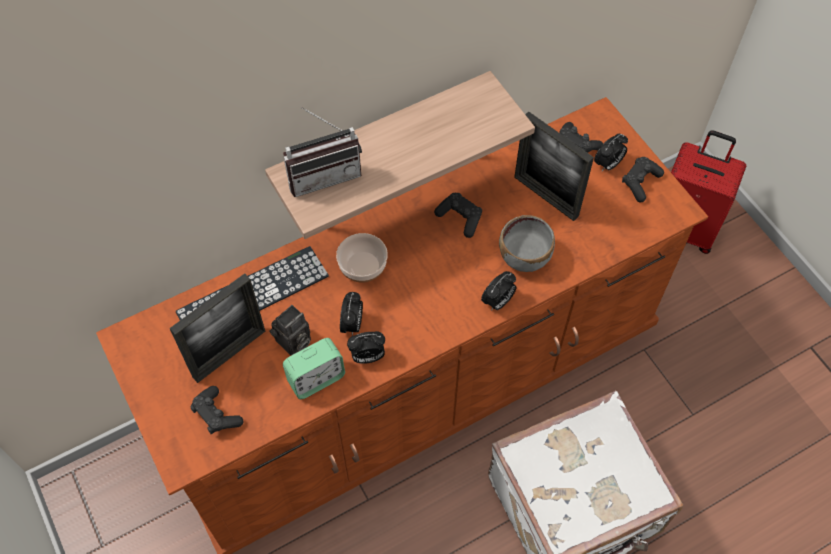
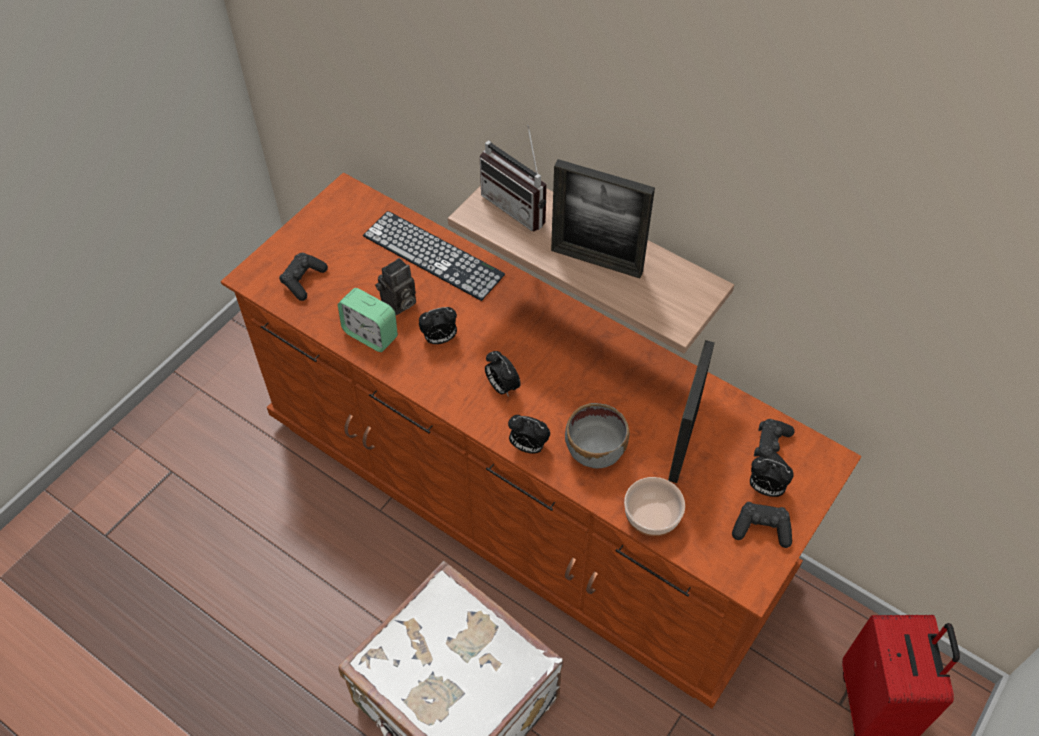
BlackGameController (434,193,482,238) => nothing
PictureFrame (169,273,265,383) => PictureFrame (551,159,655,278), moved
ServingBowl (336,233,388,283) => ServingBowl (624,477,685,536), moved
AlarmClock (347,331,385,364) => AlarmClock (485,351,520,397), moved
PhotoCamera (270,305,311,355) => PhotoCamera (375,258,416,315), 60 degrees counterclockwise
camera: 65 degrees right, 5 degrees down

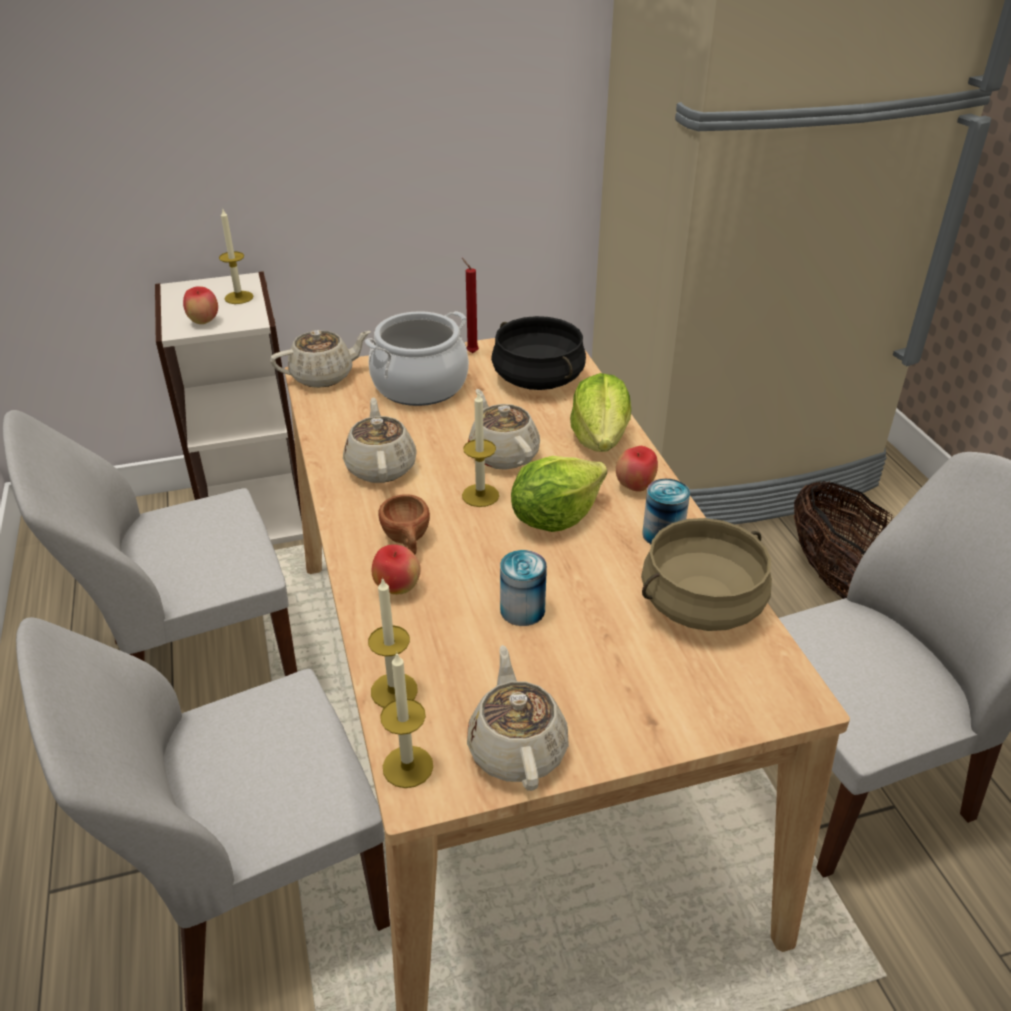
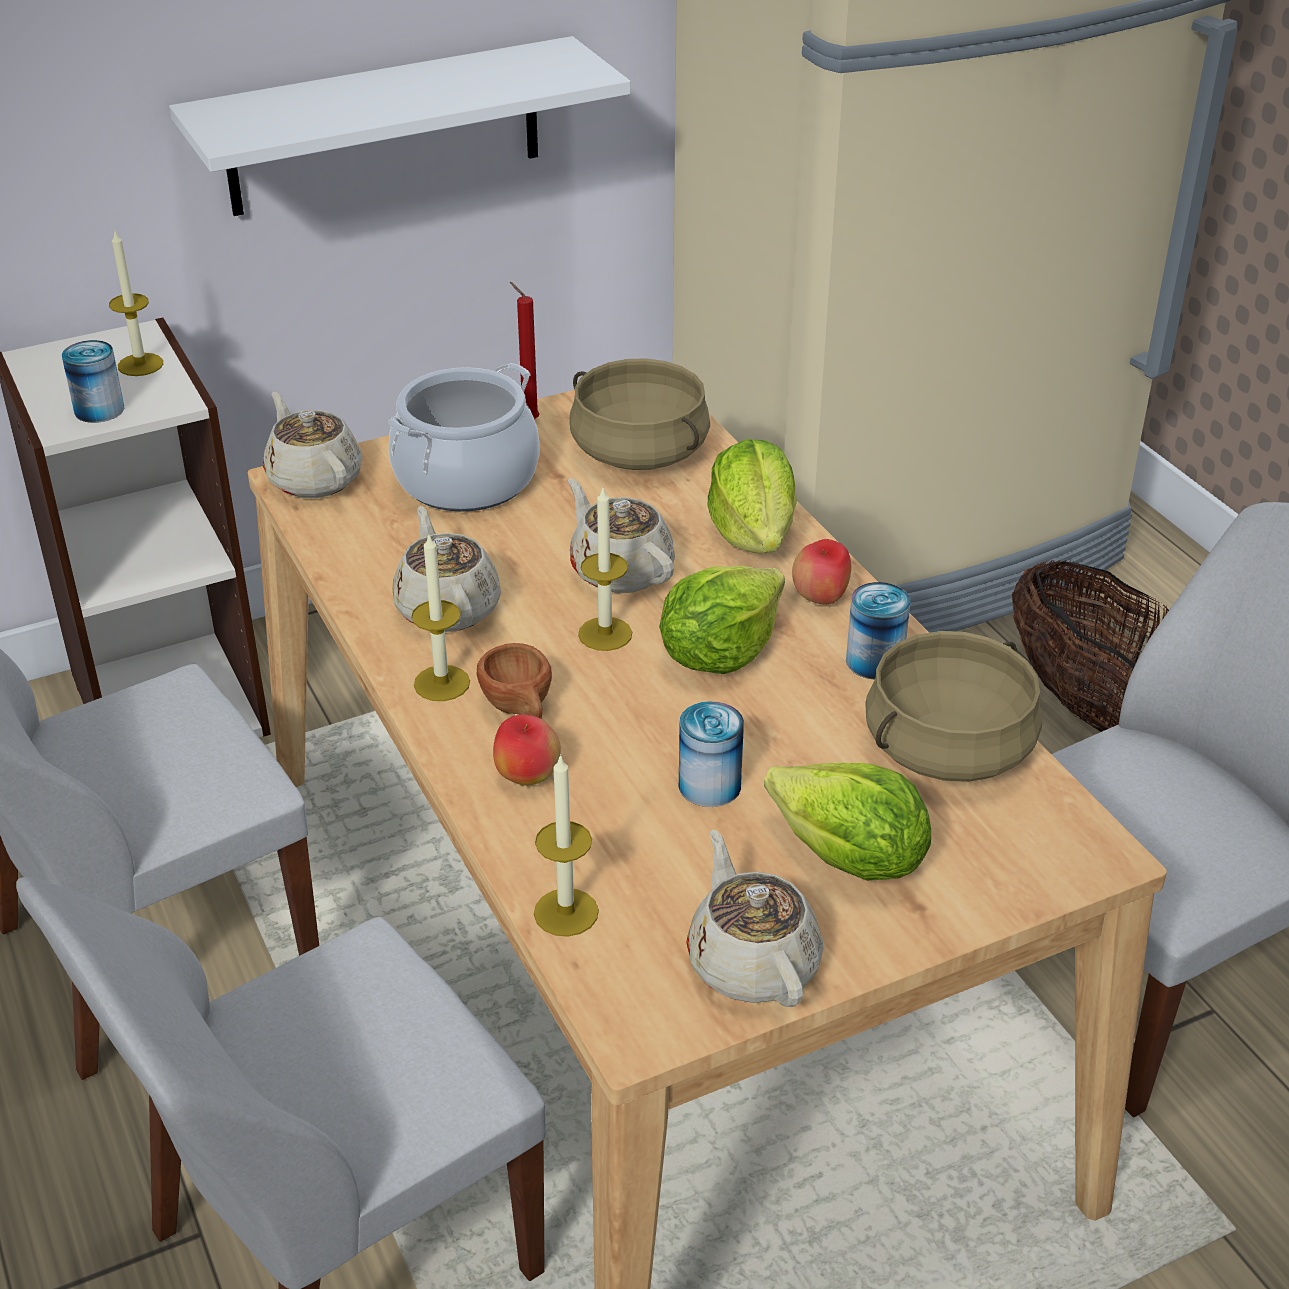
nothing => WhiteColouredBracketShelf (169,36,631,216)
nothing => HeadOfLettuce (764,763,931,881)
Candle (380,652,433,788) => Candle (411,535,470,701), moved
AppleFruit (183,286,218,324) => MetalCan (62,340,124,423)
BlackSaucepot (491,316,586,390) => BeigeColouredSaucepot (570,358,710,470)
BeigeColouredTeapot (270,330,371,388) => BeigeColouredTeapot (263,392,363,498), 90 degrees counterclockwise
camera: 10 degrees left, 0 degrees up

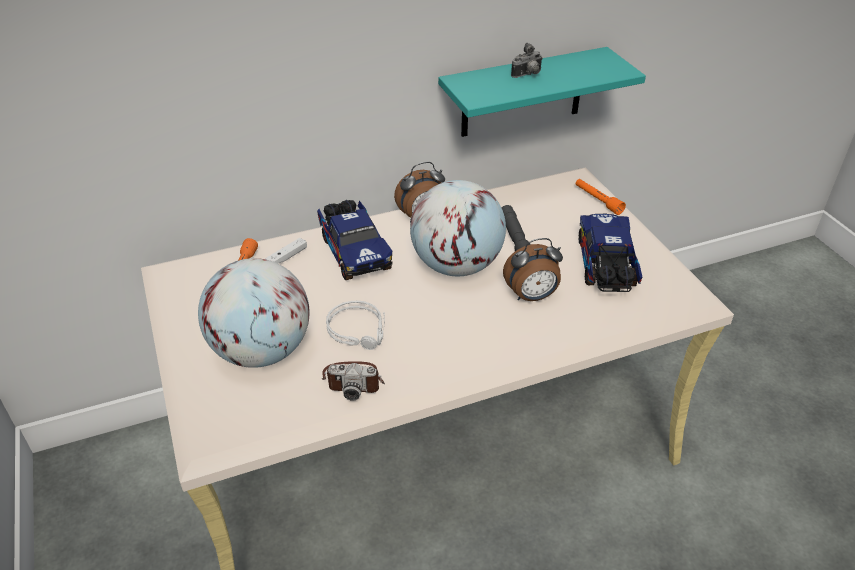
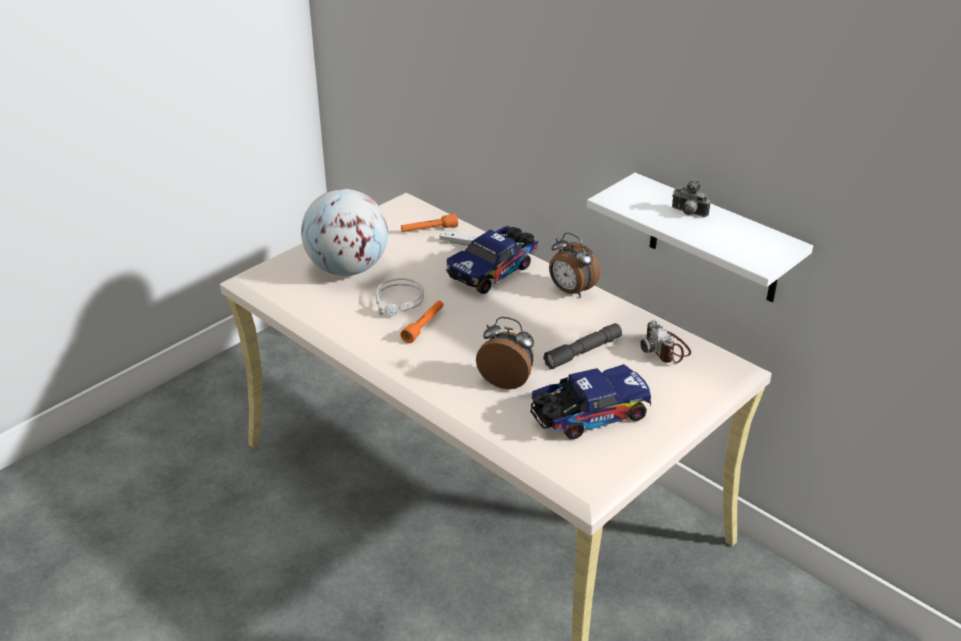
DeskGlobe (410,180,506,276) => nothing
PhotoCamera (322,361,385,401) => PhotoCamera (640,320,691,363), moved
OrangeyFlashlight (576,179,626,215) => OrangeyFlashlight (401,300,443,343), moved
TurquoiseColouredBracketShelf (438,47,646,137) => WhiteColouredBracketShelf (587,173,813,302)
AlarmClock (503,238,563,301) => AlarmClock (476,317,534,389), 150 degrees clockwise
camera: 65 degrees right, 5 degrees down

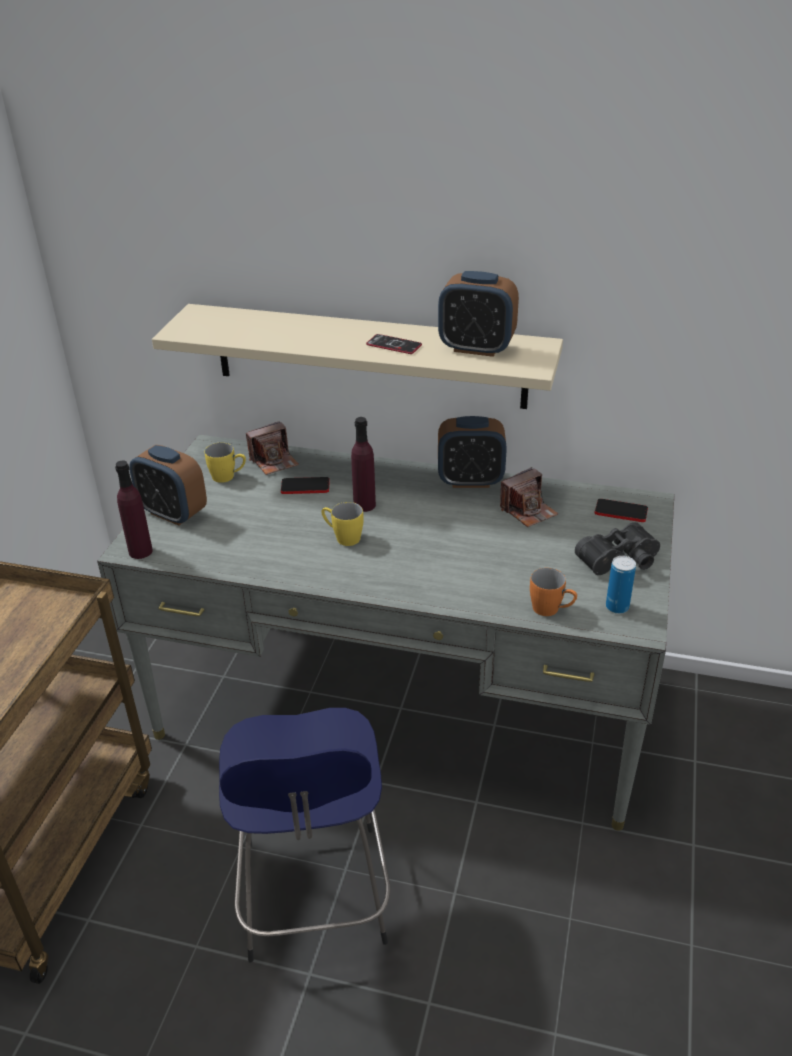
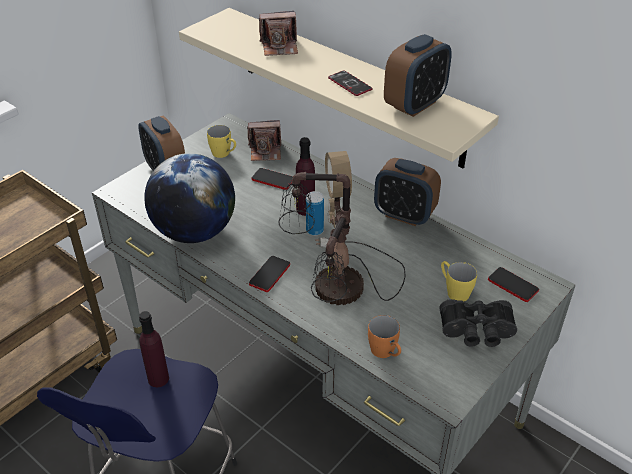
nothing => DeskGlobe (144,153,235,243)
nothing => Telephone (249,256,290,292)
nothing => TabletopLamp (278,151,406,305)
PurplishBottle (115,461,153,559) => PurplishBottle (139,311,169,387), moved
YellowTeaMug (321,502,363,546) => YellowTeaMug (441,261,477,301), moved
PhotoCamera (500,467,558,527) => PhotoCamera (259,11,298,56), moved
MetalCan (606,556,636,614) => MetalCan (306,191,324,235), moved
AlarmClock (438,271,519,357) => AlarmClock (384,34,452,117), 90 degrees counterclockwise
camera: 25 degrees right, 5 degrees up

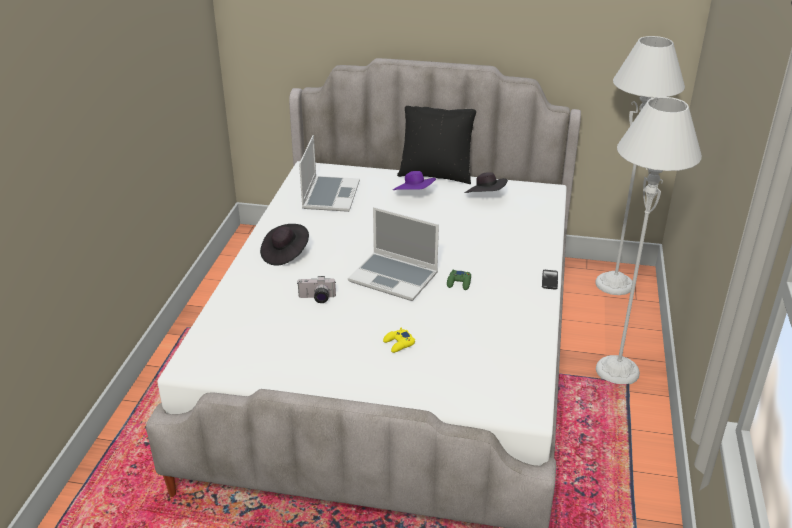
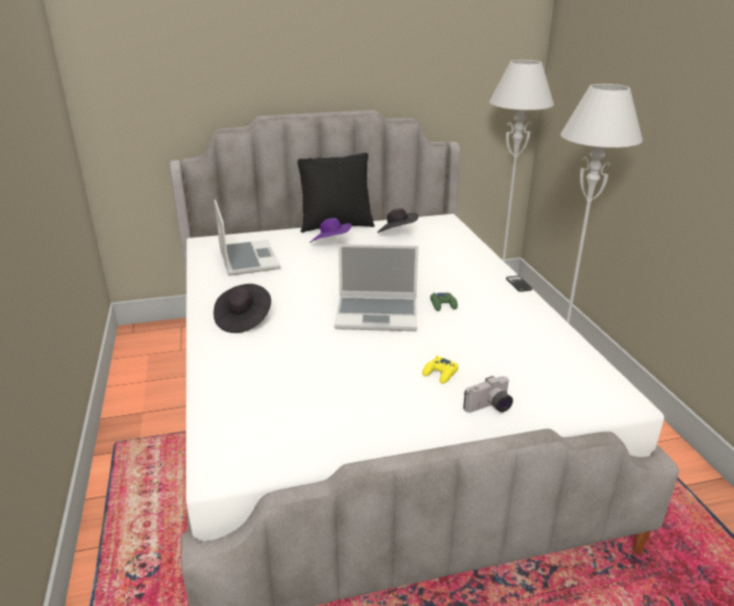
PhotoCamera (297,276,336,303) => PhotoCamera (463,376,513,413), moved
camera: 25 degrees left, 5 degrees down

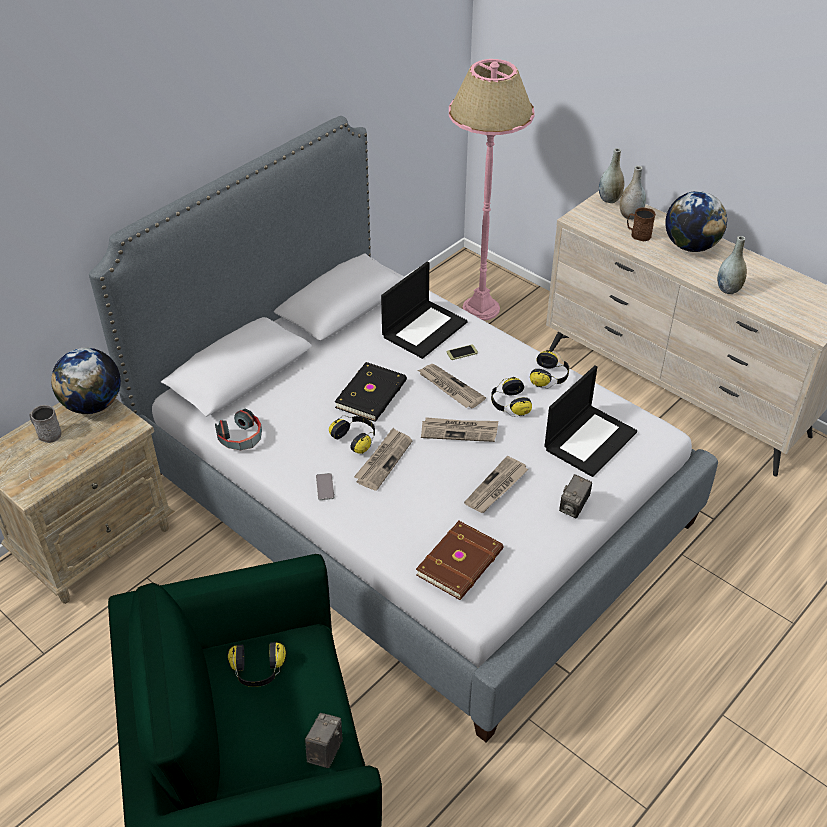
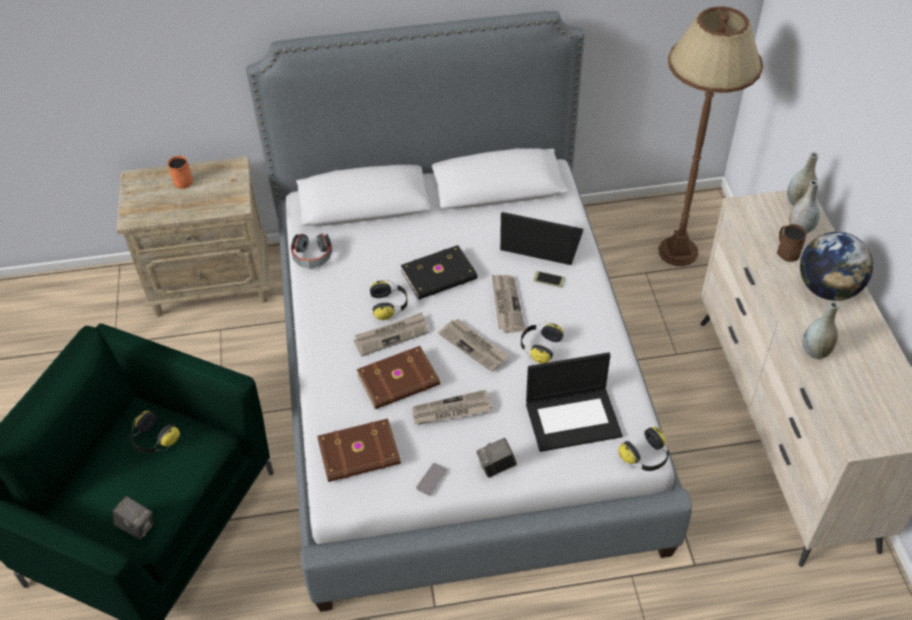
DeskGlobe (51,348,121,414) => nothing
nothing => BrownBook (357,346,440,409)
Telephone (316,473,335,500) => Telephone (416,463,447,496), moved
Headset (530,350,569,389) => Headset (618,427,669,471), moved
GreyTeaMug (29,405,62,443) => OrangeyTeaMug (167,156,193,189)
PinkColouredStandingLamp (449,59,535,321) => BrownStandingLamp (659,6,763,266)
PhotoCamera (305,713,343,768) => PhotoCamera (113,496,153,540), 60 degrees clockwise
PortableComputer (381,261,468,359) => PortableComputer (500,212,583,265), 150 degrees counterclockwise
camera: 40 degrees right, 5 degrees up

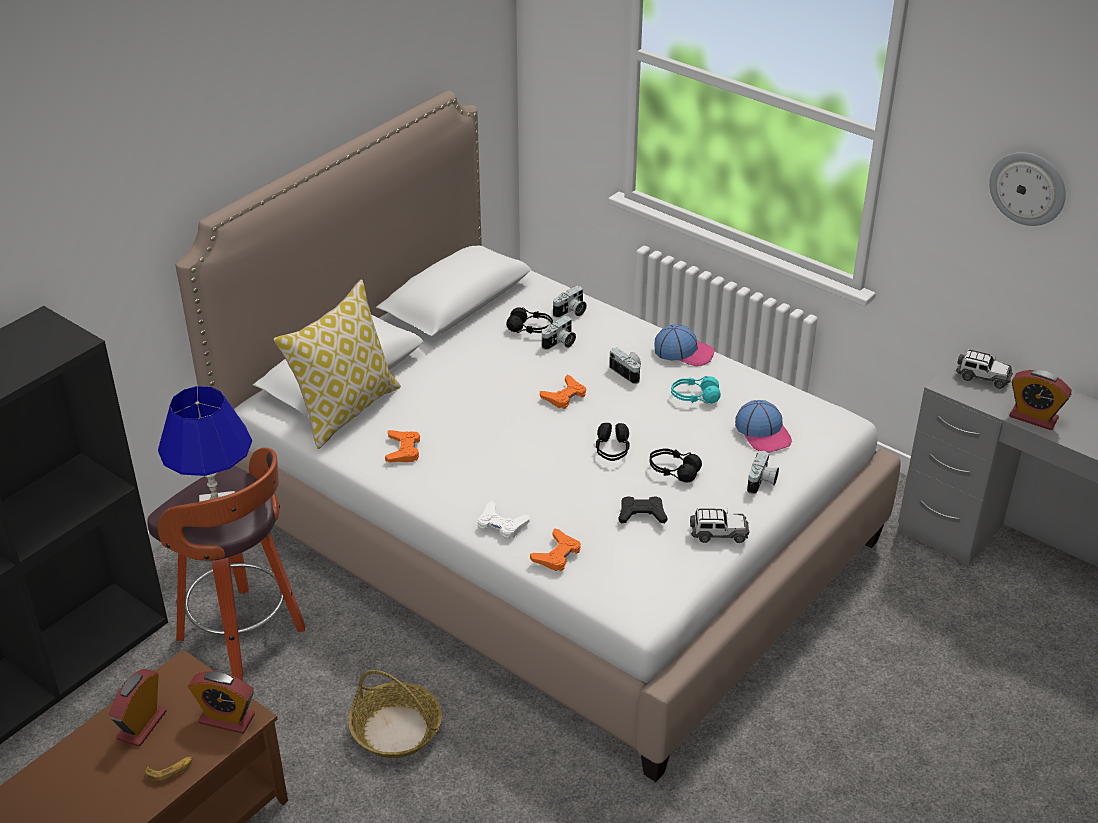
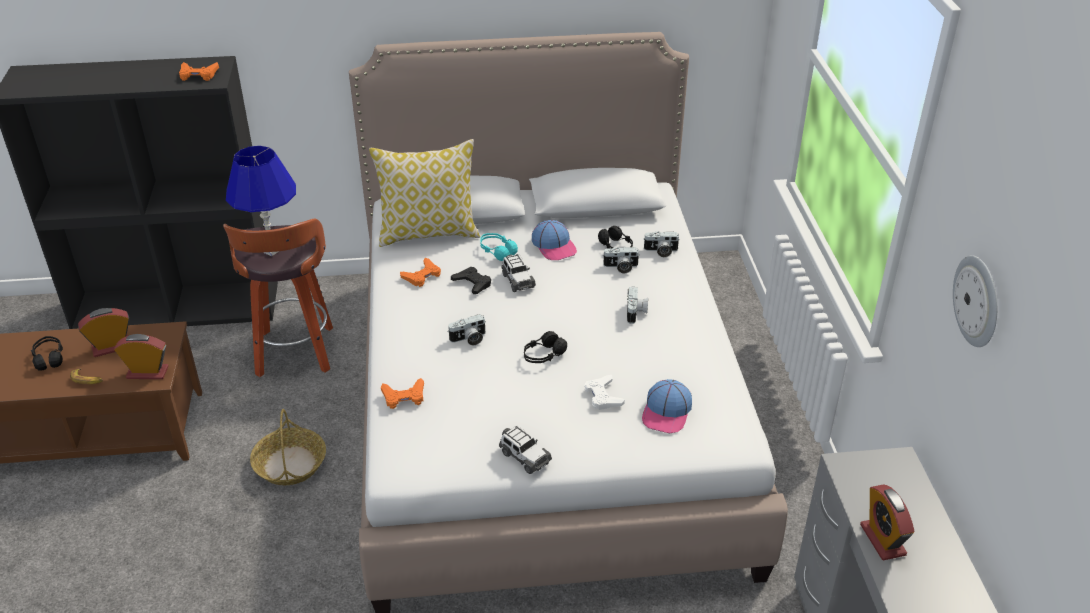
WhiteColouredGameController (478,501,530,540) => WhiteColouredGameController (585,375,625,410), moved
OrangeyGameController (540,375,586,409) => OrangeyGameController (179,62,219,81), moved
BlackGameController (618,496,667,524) => BlackGameController (451,267,491,294), moved
BlackHeadset (649,448,702,483) => BlackHeadset (31,336,63,371), moved
Cap (654,324,715,366) => Cap (532,220,577,260), moved
TurquoiseColouredHeadset (671,376,721,404) => TurquoiseColouredHeadset (480,233,518,261), moved
PhotoCamera (747,450,779,494) => PhotoCamera (447,314,486,346), moved
MiniatureCar (956,349,1013,389) => MiniatureCar (501,254,536,292), moved
AlarmClock (188,671,255,734) => AlarmClock (114,334,169,379), 120 degrees clockwise
camera: 45 degrees right, 0 degrees up

